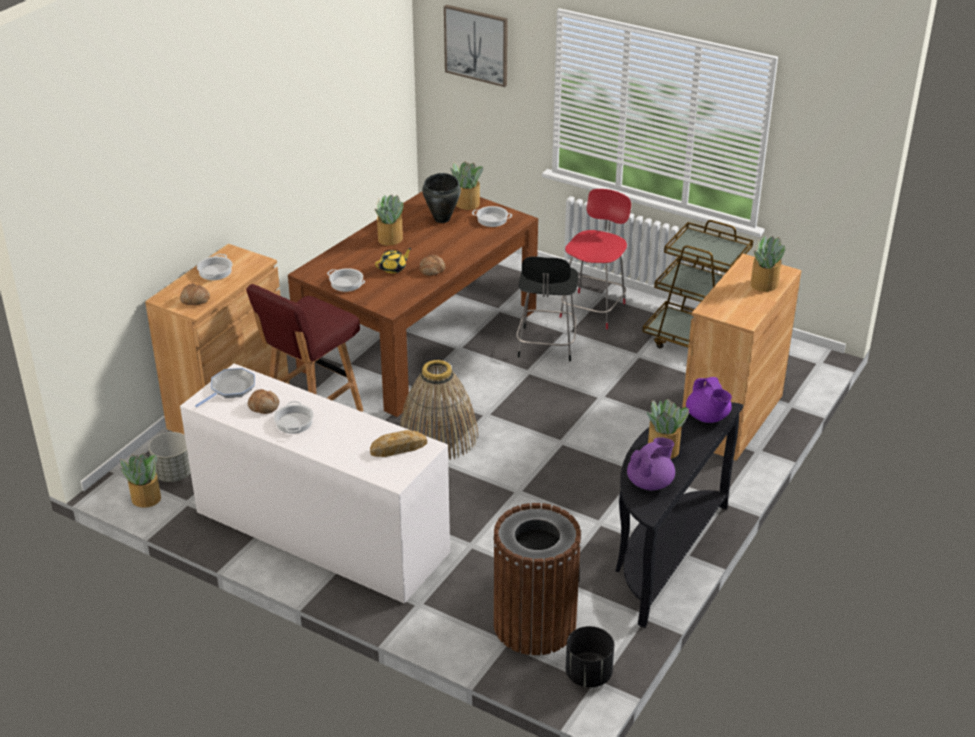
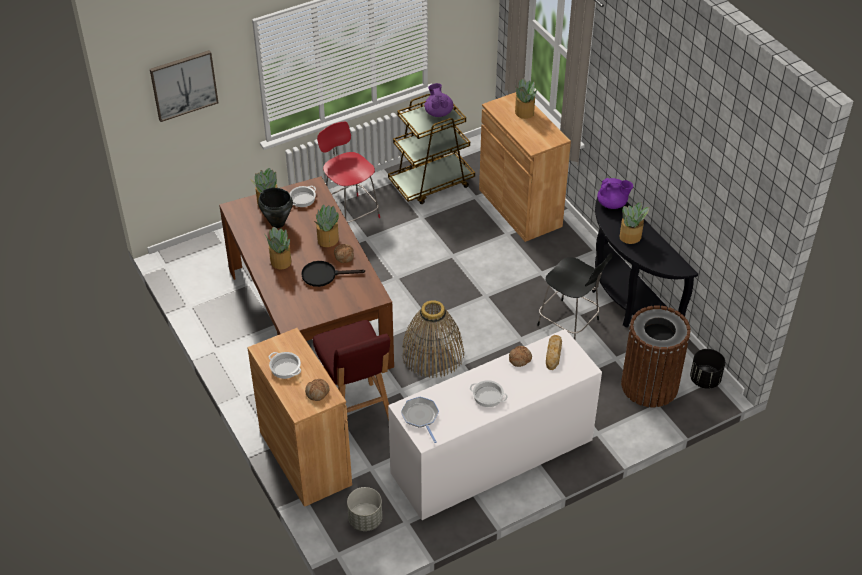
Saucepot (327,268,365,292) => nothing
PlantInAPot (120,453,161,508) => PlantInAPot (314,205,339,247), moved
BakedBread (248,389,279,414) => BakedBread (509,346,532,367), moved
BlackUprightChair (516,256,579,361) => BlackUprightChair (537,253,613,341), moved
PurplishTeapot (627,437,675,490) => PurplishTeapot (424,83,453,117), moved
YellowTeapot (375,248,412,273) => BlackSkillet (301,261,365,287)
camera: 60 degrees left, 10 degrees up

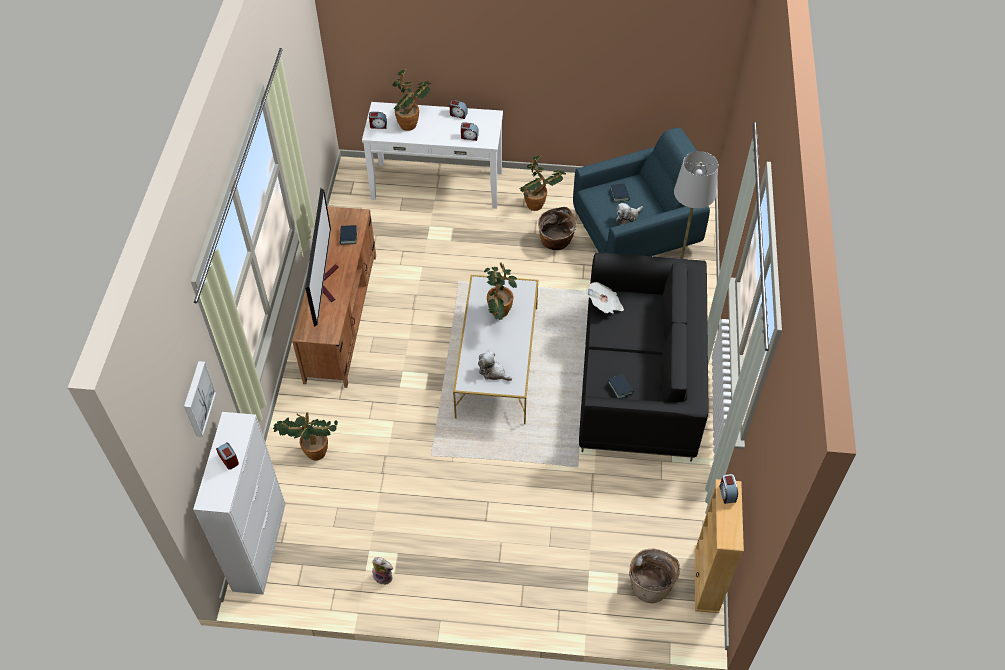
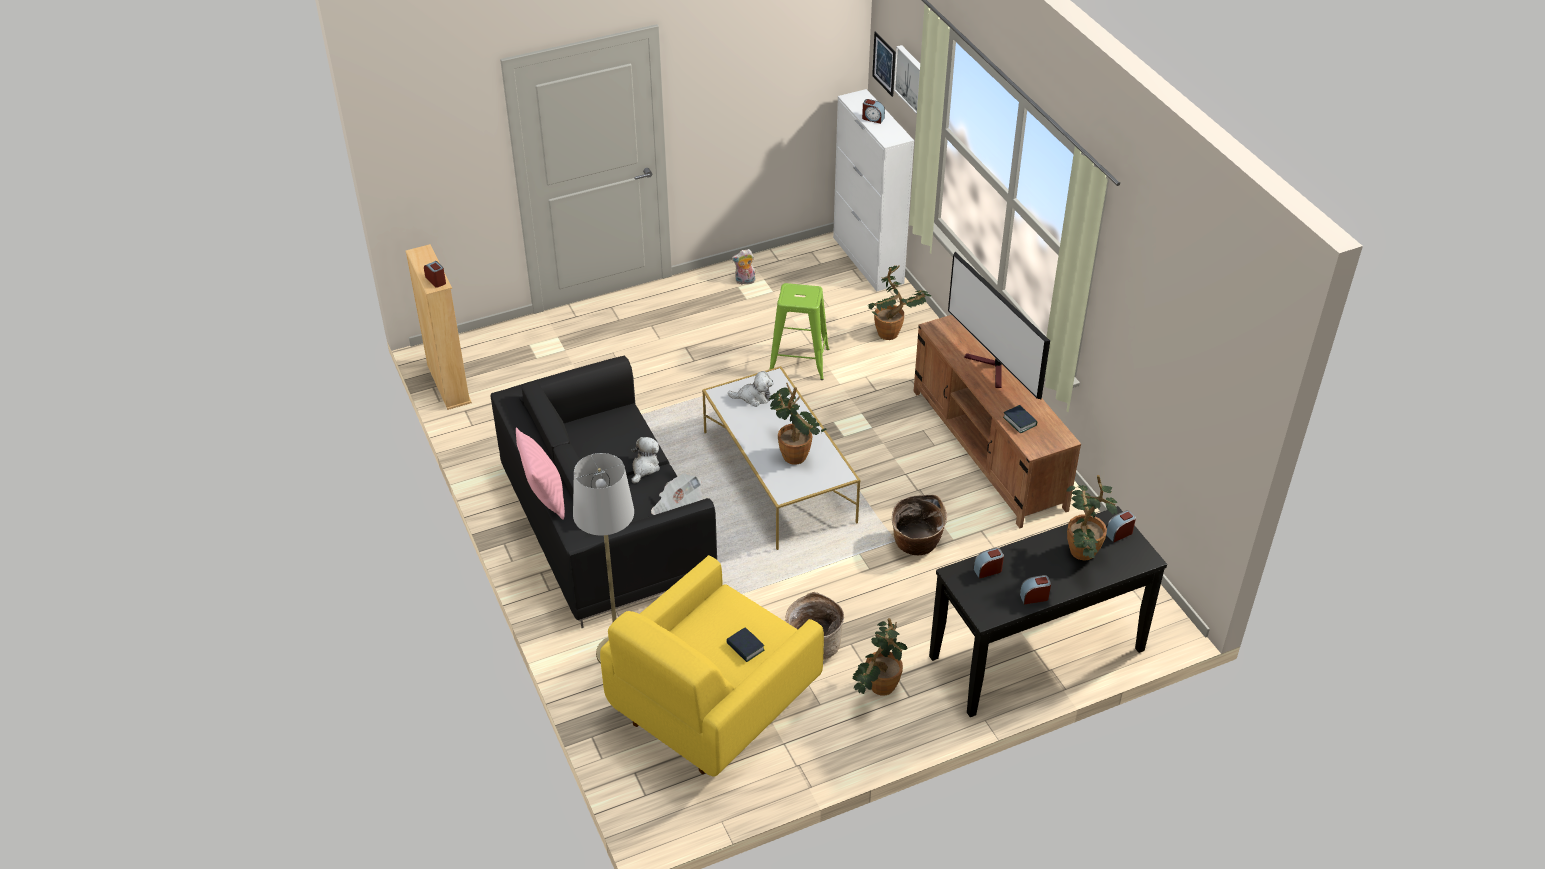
Book (608,374,634,399) => nothing
nothing => PinkColouredPillow (516,427,565,520)
nothing => GreenishStool (769,283,829,380)
nothing => WallArt (872,32,896,97)
PlushToy (616,203,643,225) => PlushToy (631,437,660,484), moved
HouseholdBasket (629,548,680,603) => HouseholdBasket (892,495,947,555), moved
WhiteColouredHallTable (362,102,503,209) => BlackHallTable (929,506,1167,717)
BlueColouredLoungeChair (573,128,710,256) => YellowLoungeChair (600,555,824,777)
camera: 150 degrees right, 10 degrees down

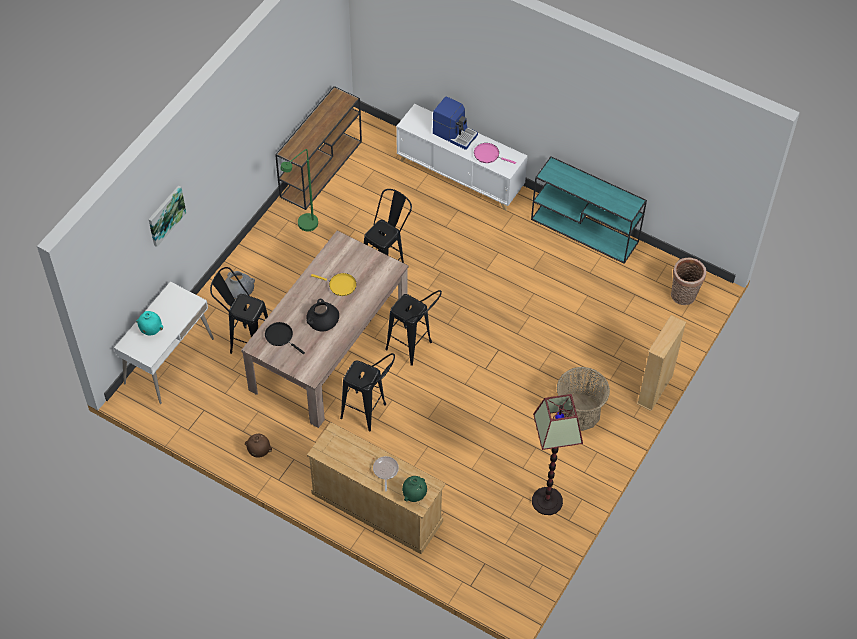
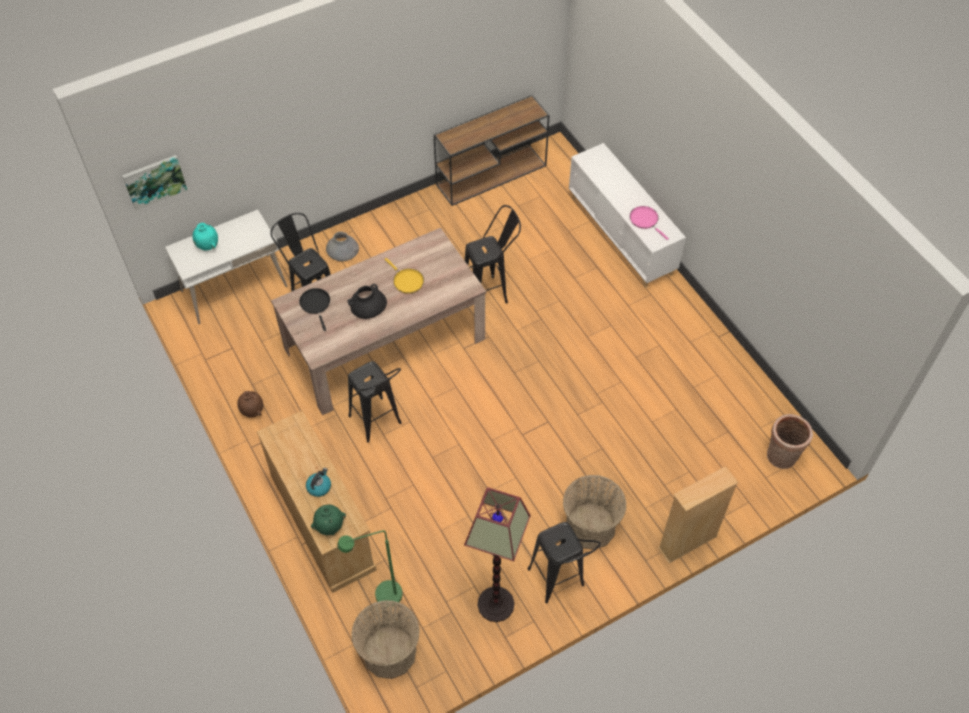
CoffeeMaker (433,96,478,150) => nothing
TurquoiseColouredHallTable (531,156,647,264) => nothing
nothing => HouseholdBasket (352,600,420,679)
WallArt (148,185,186,247) => WallArt (122,155,187,210), moved
GreenishStandingLamp (281,149,318,231) => GreenishStandingLamp (337,530,403,602), moved
BlackStool (385,290,442,366) => BlackStool (528,522,601,603), moved
Skillet (373,456,399,492) => TeaKettle (306,468,331,497)
camera: 30 degrees right, 0 degrees up

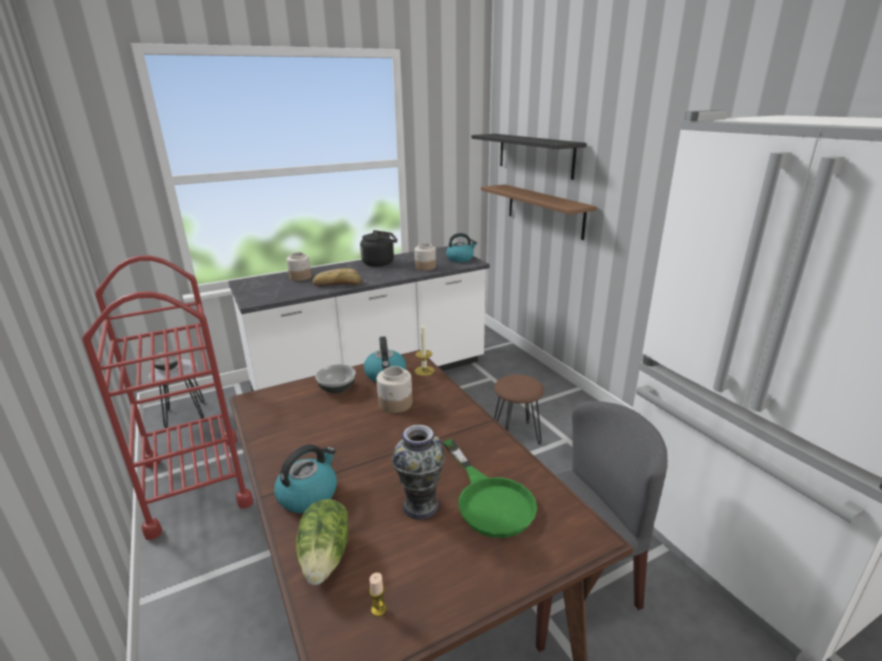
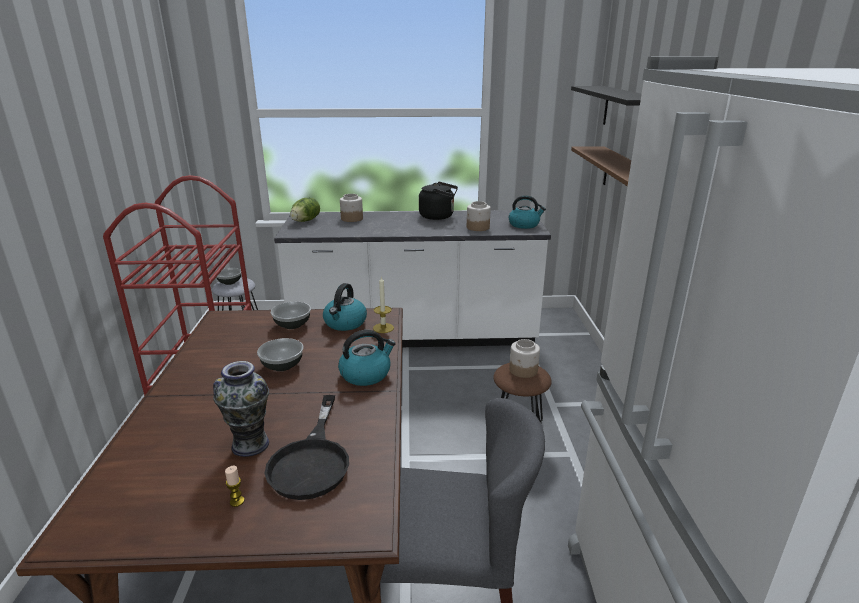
BakedBread (313,268,362,286) => nothing
nothing => ServingBowl (257,338,304,371)
TeaKettle (274,444,337,513) => TeaKettle (338,330,396,386), moved
HeadOfLettuce (296,499,348,585) => HeadOfLettuce (290,198,320,222), moved
Candle (369,573,386,617) => Candle (225,466,245,507), moved
Jar (377,366,412,413) => Jar (509,339,540,378), moved
GreenishSkillet (443,439,537,538) => BlackSkillet (264,395,349,500)
camera: 25 degrees right, 0 degrees up

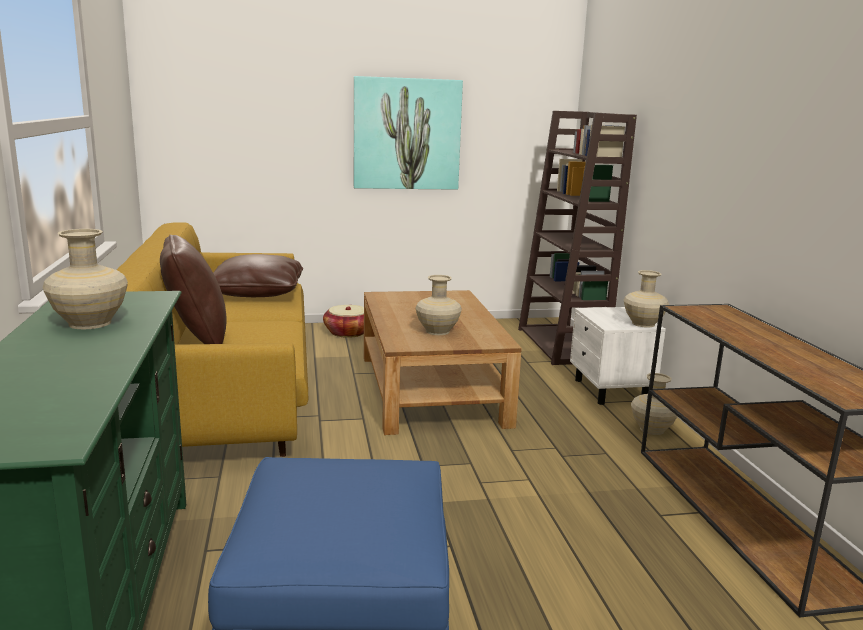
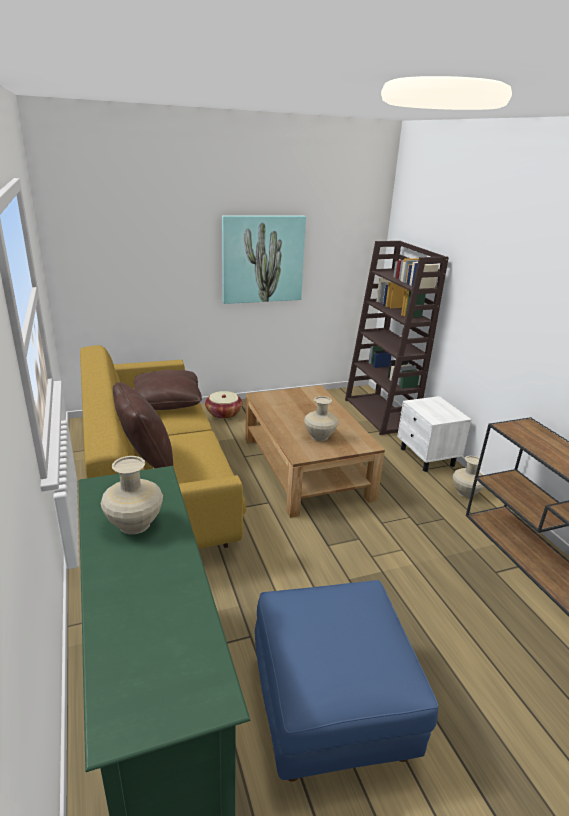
BeigeColouredVase (624,270,669,328) => nothing
camera: 10 degrees left, 10 degrees up

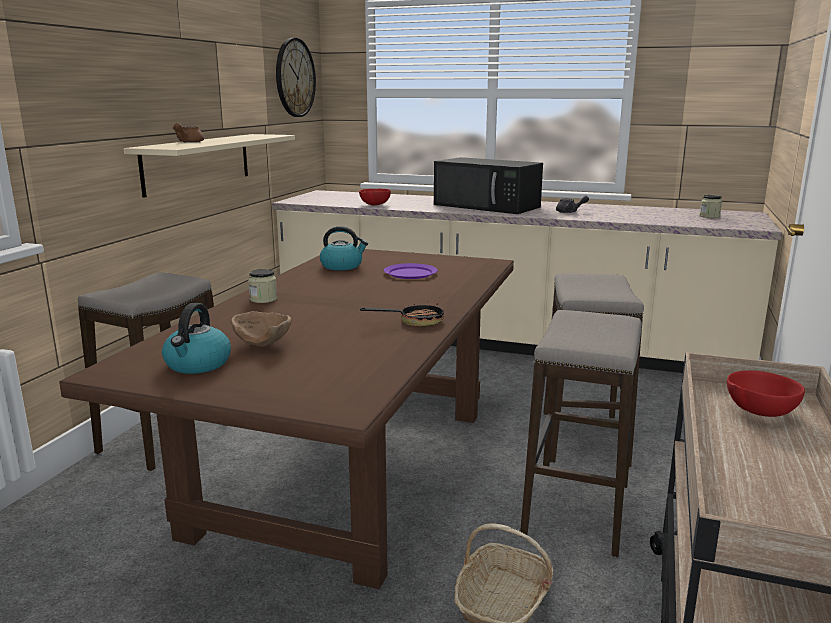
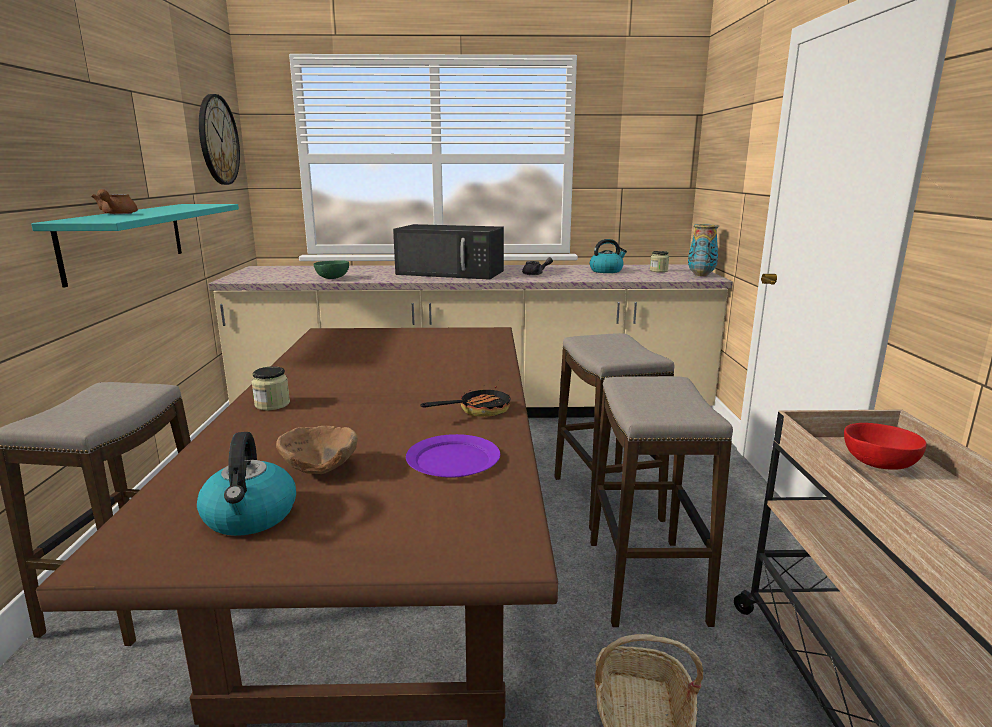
nothing => Vase (688,224,719,276)
TeaKettle (320,226,368,270) => TeaKettle (590,239,627,273), moved
PurplishFlatDish (384,263,438,279) => PurplishFlatDish (406,434,500,478), moved
BeigeColouredBracketShelf (123,134,295,198) => TurquoiseColouredBracketShelf (31,204,239,288)
ReddishServingBowl (359,189,391,205) => GreenishServingBowl (314,260,349,279)
camera: 20 degrees left, 0 degrees up

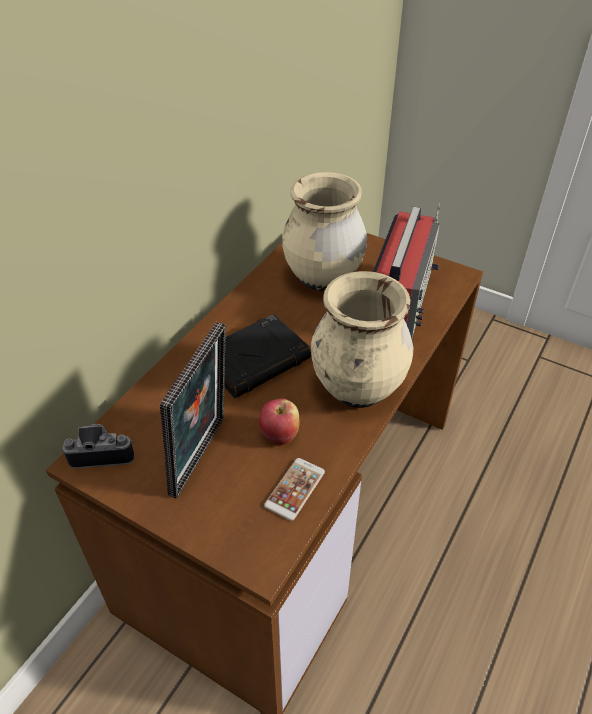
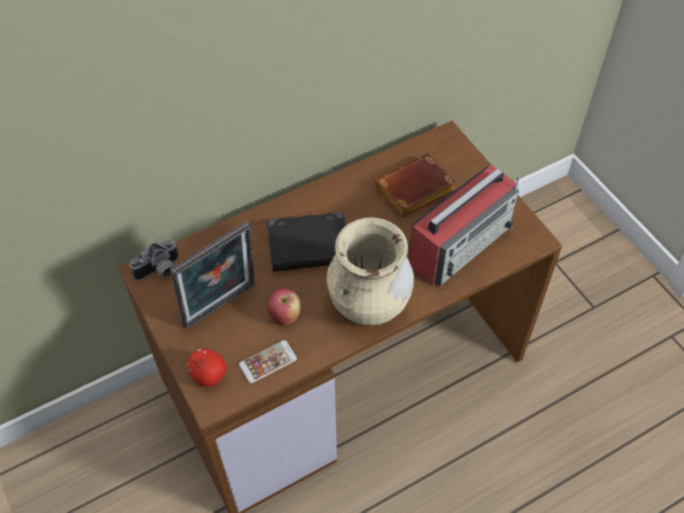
nothing => AppleFruit (187,348,226,387)
BeigeColouredVase (282,172,367,291) => BrownBook (374,154,457,218)
PhotoCamera (63,424,135,469) => PhotoCamera (129,239,179,281), 120 degrees clockwise
camera: 30 degrees right, 10 degrees up

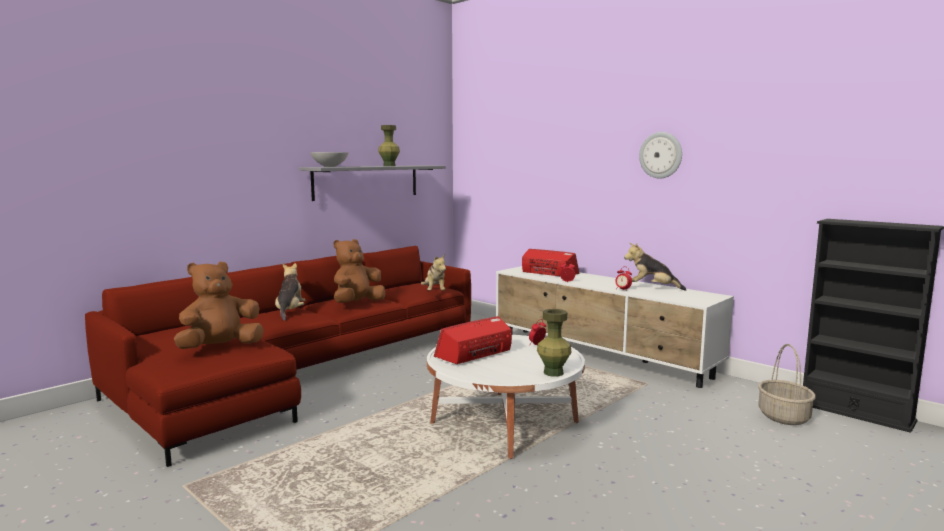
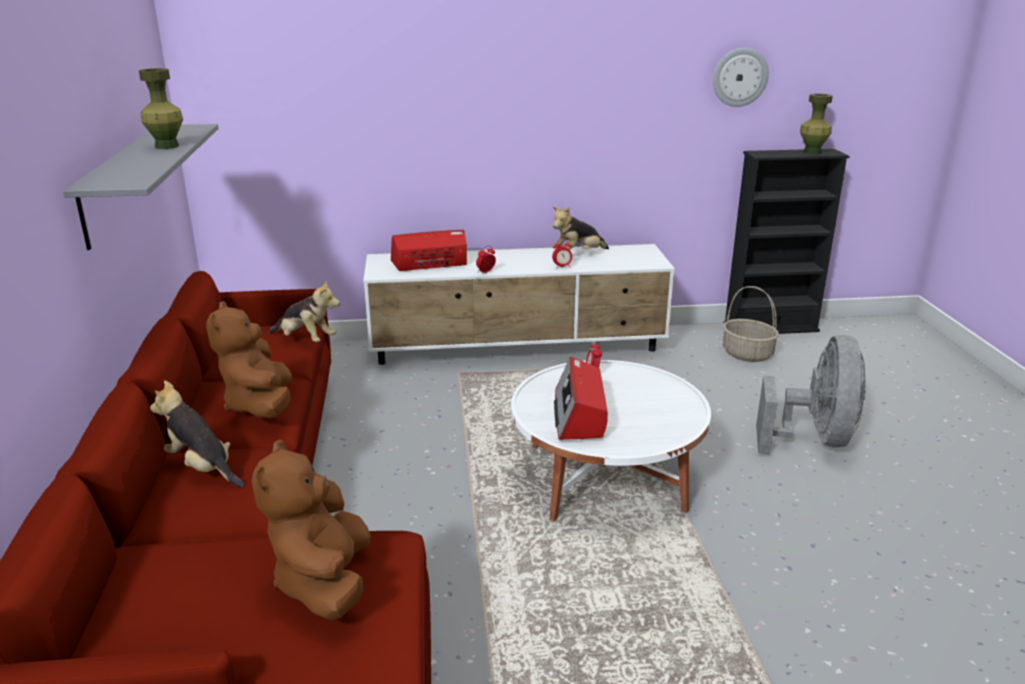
GreyServingBowl (310,152,349,167) => nothing
nothing => GreyCoolingFan (756,335,866,455)
GreenishVase (537,309,572,377) => GreenishVase (800,93,833,155), moved
WallClock (639,132,682,179) => WallClock (713,48,769,107), moved
camera: 50 degrees left, 15 degrees up

